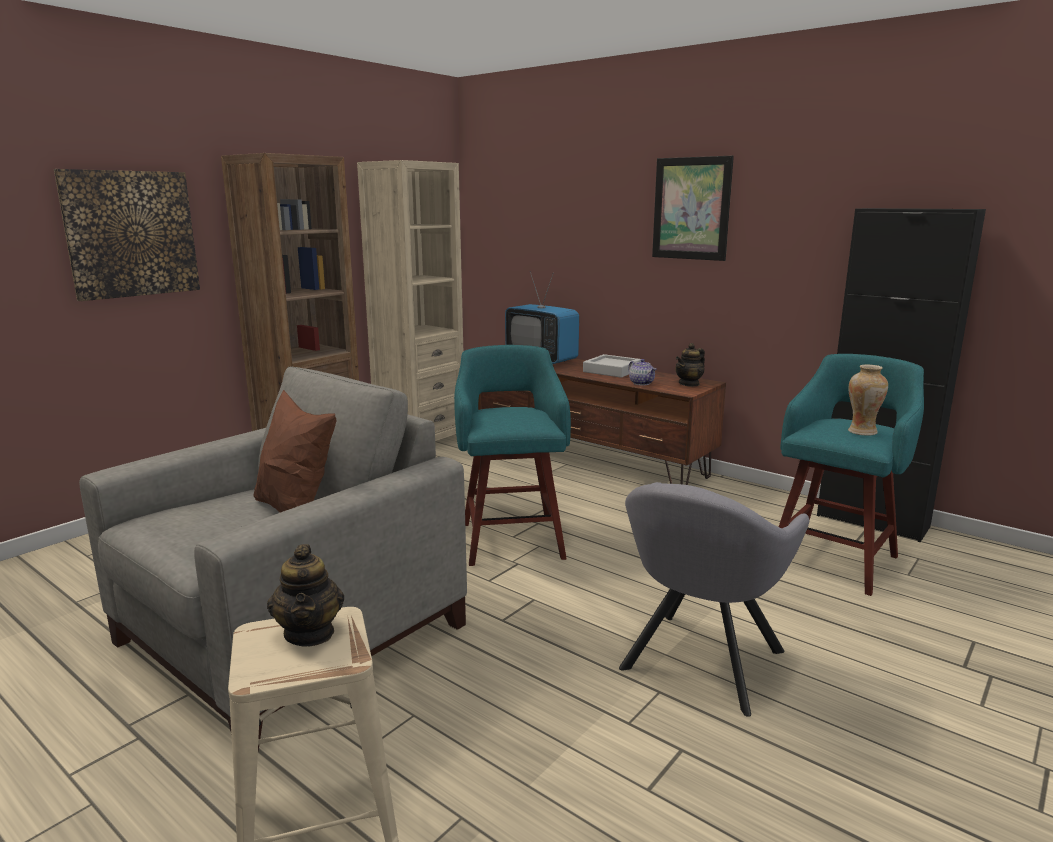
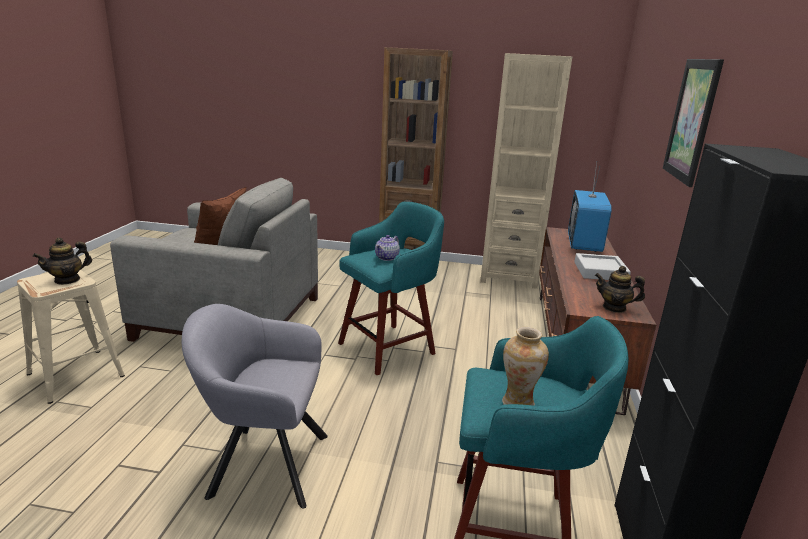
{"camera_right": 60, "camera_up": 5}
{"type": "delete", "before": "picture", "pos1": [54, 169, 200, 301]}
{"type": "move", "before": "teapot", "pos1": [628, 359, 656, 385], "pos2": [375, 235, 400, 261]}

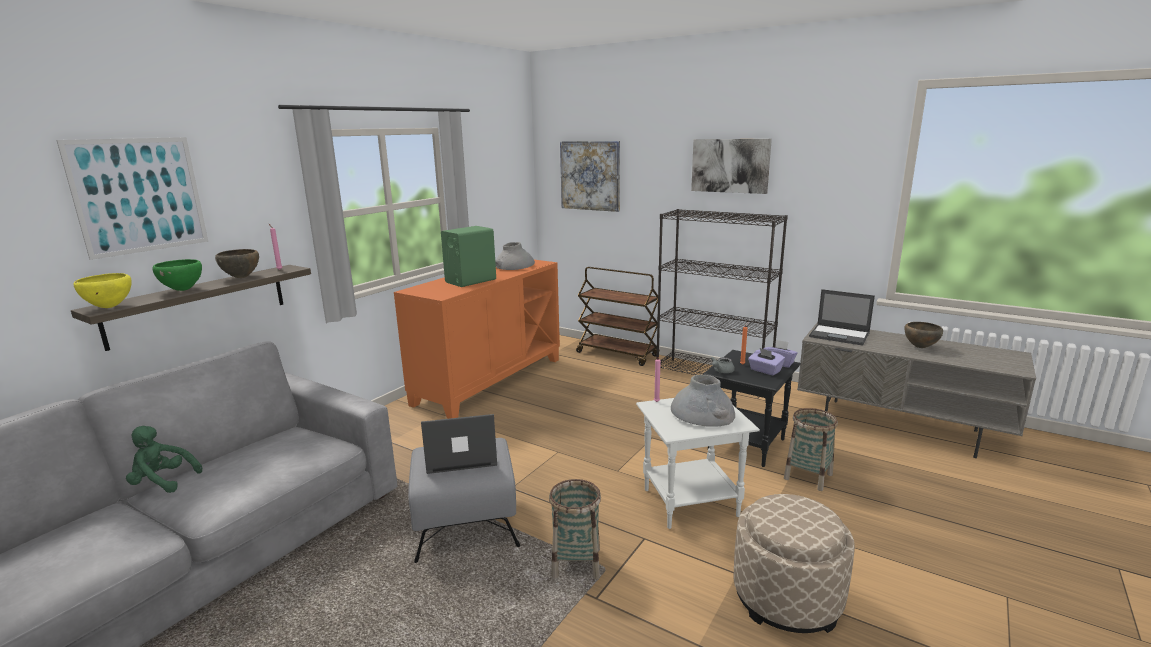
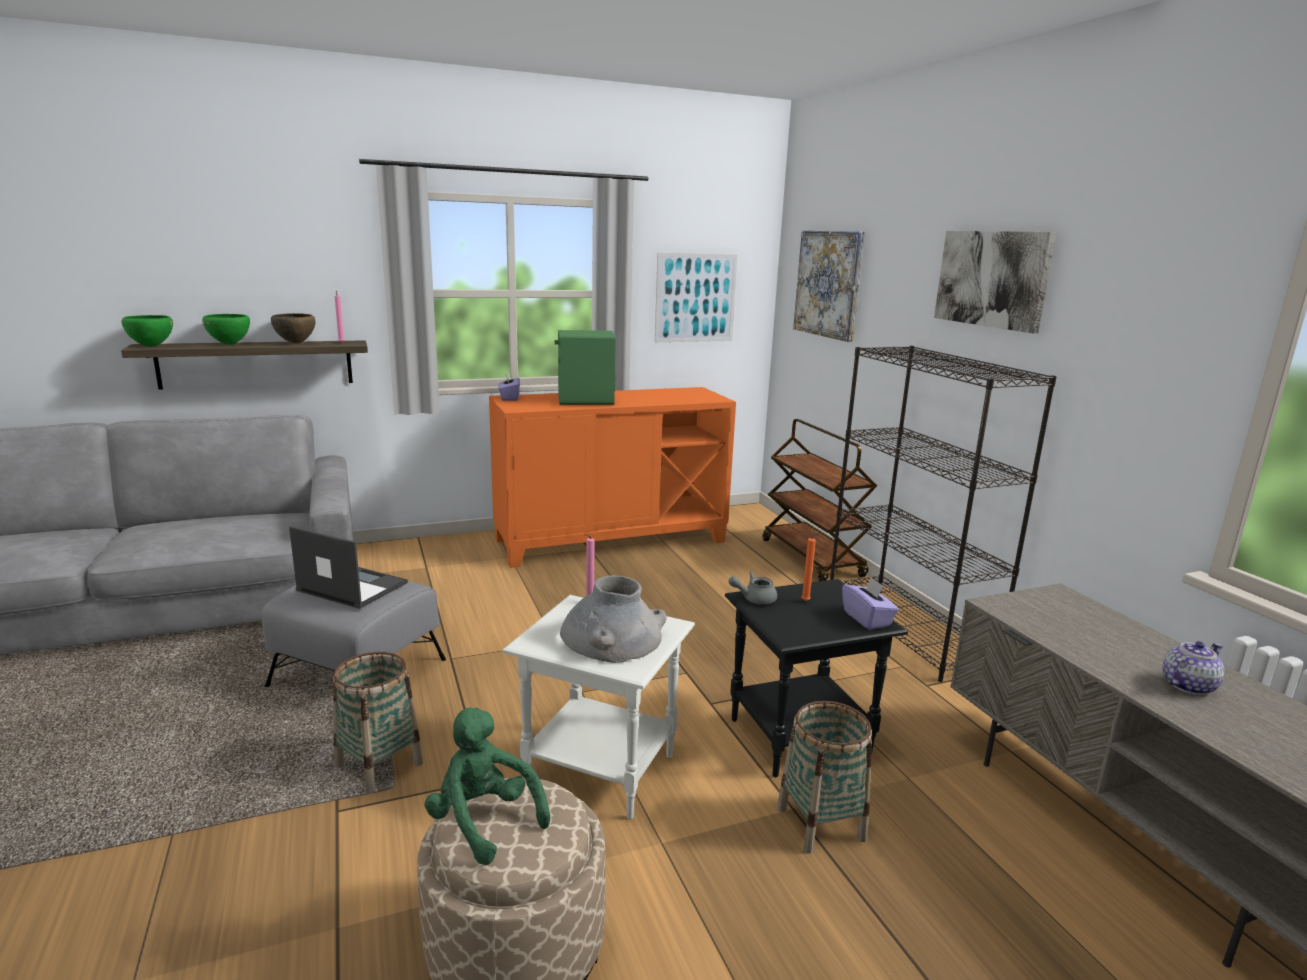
{"camera_right": 35, "camera_up": 0}
{"type": "move", "before": "picture", "pos1": [56, 137, 208, 260], "pos2": [655, 253, 737, 342]}
{"type": "delete", "before": "grey vase", "pos1": [495, 242, 535, 270]}
{"type": "recolor", "before": "yellow bowl", "after": "green bowl", "pos1": [74, 273, 132, 308], "pos2": [122, 315, 173, 347]}
{"type": "delete", "before": "laptop", "pos1": [809, 289, 875, 346]}
{"type": "replace", "before": "brown bowl", "after": "teapot", "pos1": [904, 322, 943, 348], "pos2": [1163, 641, 1225, 695]}
{"type": "move", "before": "purple tissue box", "pos1": [748, 348, 785, 375], "pos2": [498, 373, 520, 401]}
{"type": "move", "before": "green plush toy", "pos1": [126, 426, 202, 493], "pos2": [425, 707, 550, 865]}

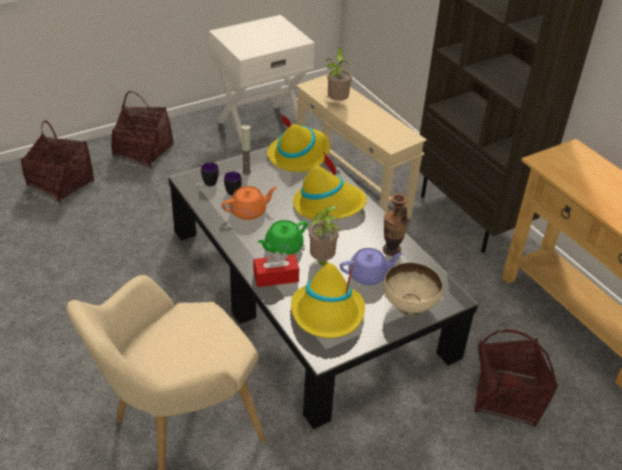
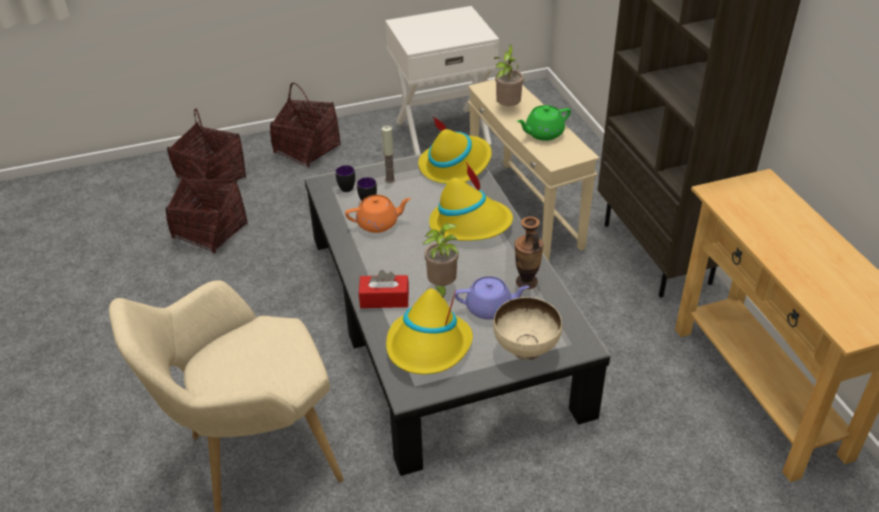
{"camera_right": 15, "camera_up": 0}
{"type": "move", "before": "green teapot", "pos1": [258, 220, 307, 255], "pos2": [517, 105, 571, 141]}
{"type": "move", "before": "basket", "pos1": [474, 329, 558, 427], "pos2": [166, 160, 248, 254]}

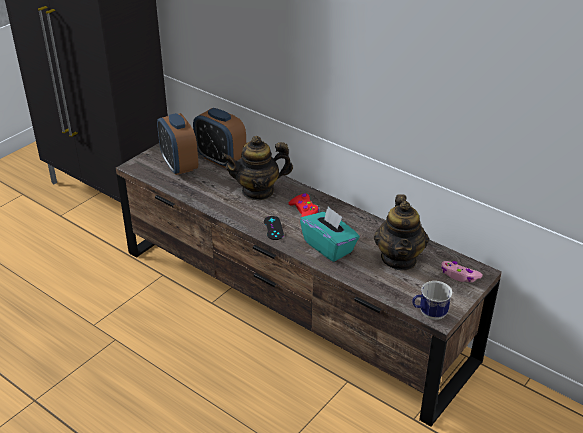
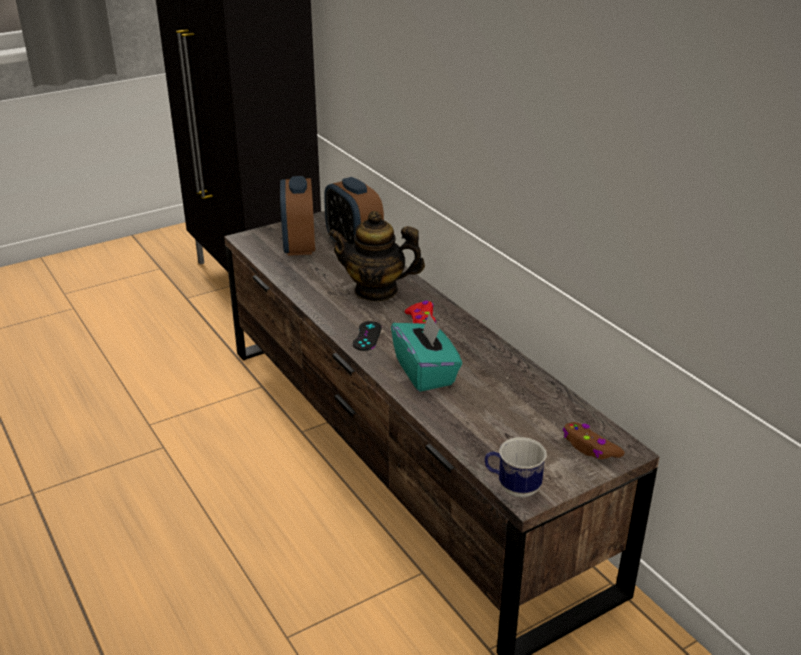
{"camera_right": 20, "camera_up": -5}
{"type": "delete", "before": "teapot", "pos1": [374, 194, 429, 270]}
{"type": "recolor", "before": "pink game controller", "after": "brown game controller", "pos1": [441, 261, 483, 282], "pos2": [563, 422, 625, 459]}

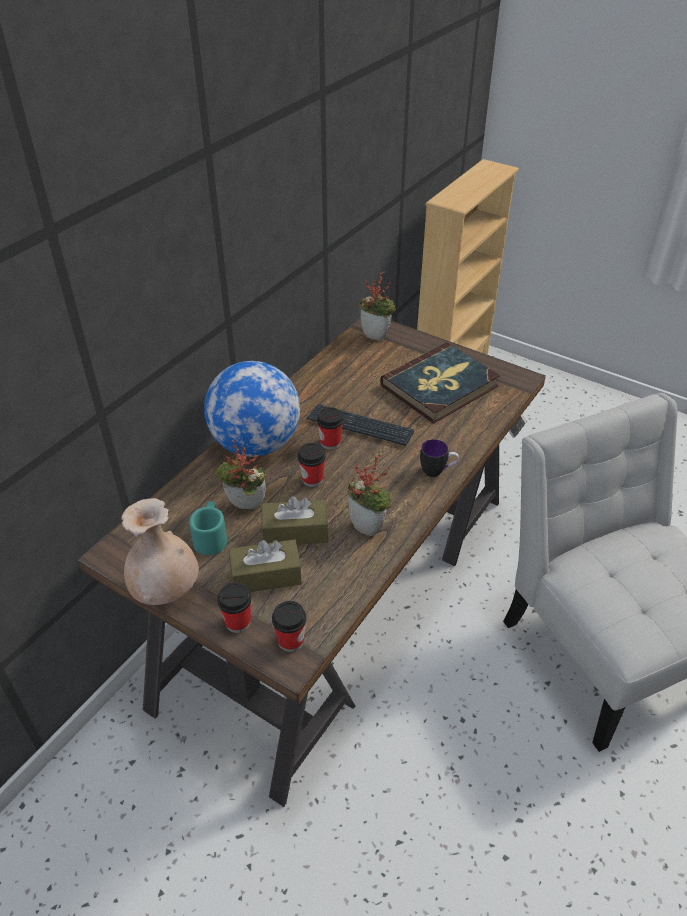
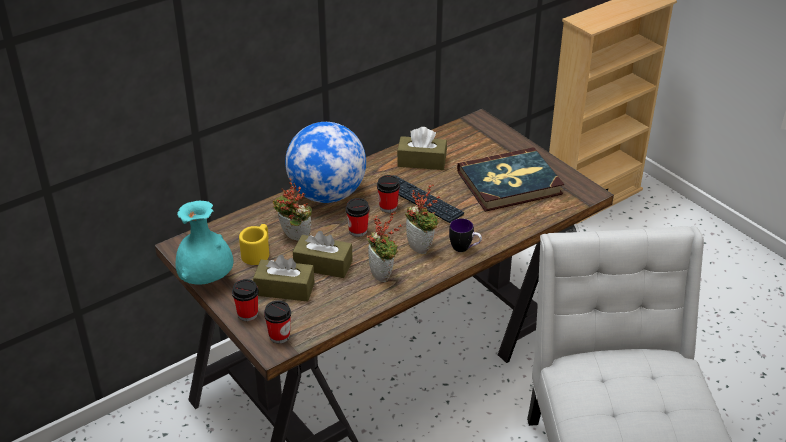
{"camera_right": 20, "camera_up": -5}
{"type": "move", "before": "potted plant", "pos1": [359, 271, 396, 340], "pos2": [405, 184, 440, 254]}
{"type": "recolor", "before": "beige vase", "after": "turquoise vase", "pos1": [121, 498, 199, 605], "pos2": [175, 200, 233, 285]}
{"type": "recolor", "before": "turquoise mug", "after": "yellow mug", "pos1": [189, 501, 227, 555], "pos2": [239, 224, 269, 265]}
{"type": "insert", "after": "brown tissue box", "pos2": [397, 127, 447, 170]}

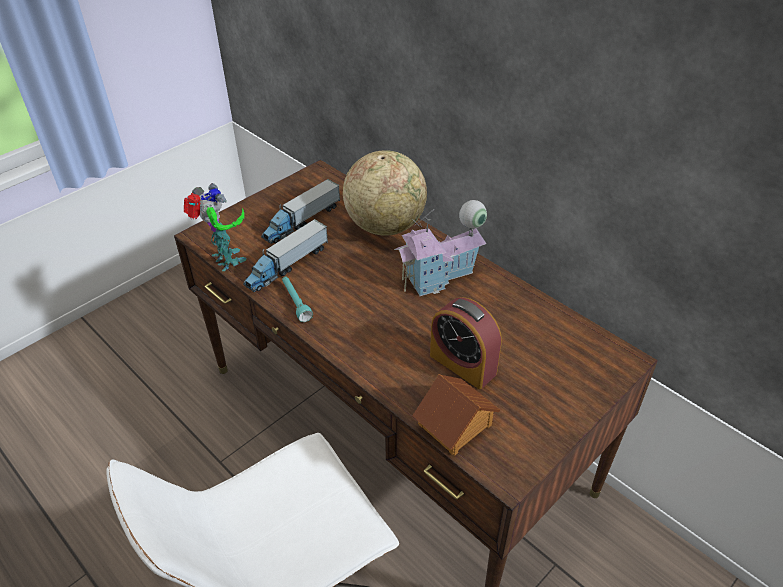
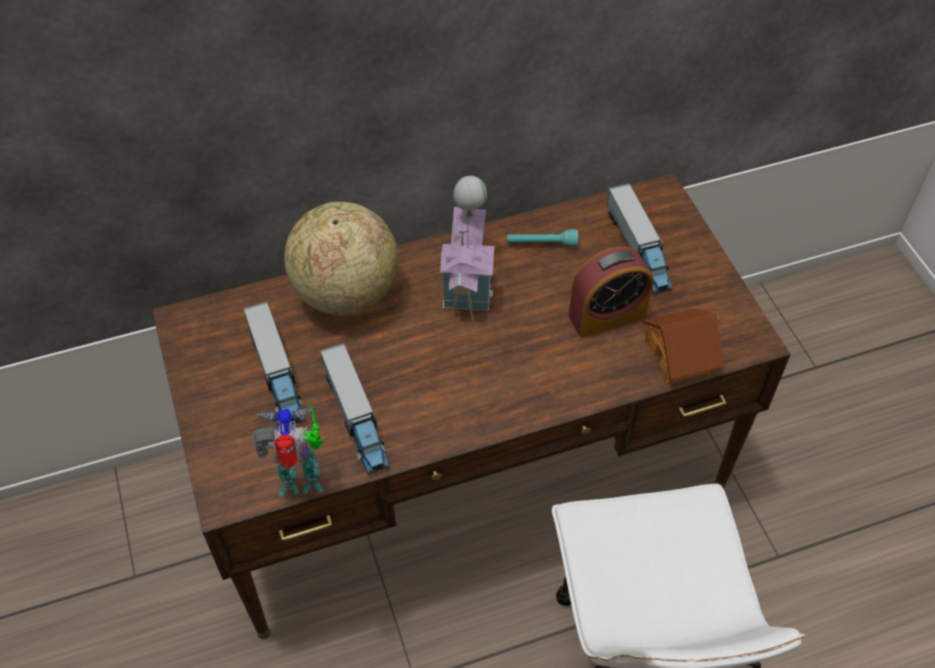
{"camera_right": -65, "camera_up": 10}
{"type": "move", "before": "turquoise flashlight", "pos1": [282, 277, 313, 322], "pos2": [507, 229, 578, 247]}
{"type": "insert", "after": "toy truck", "pos2": [607, 183, 672, 295]}

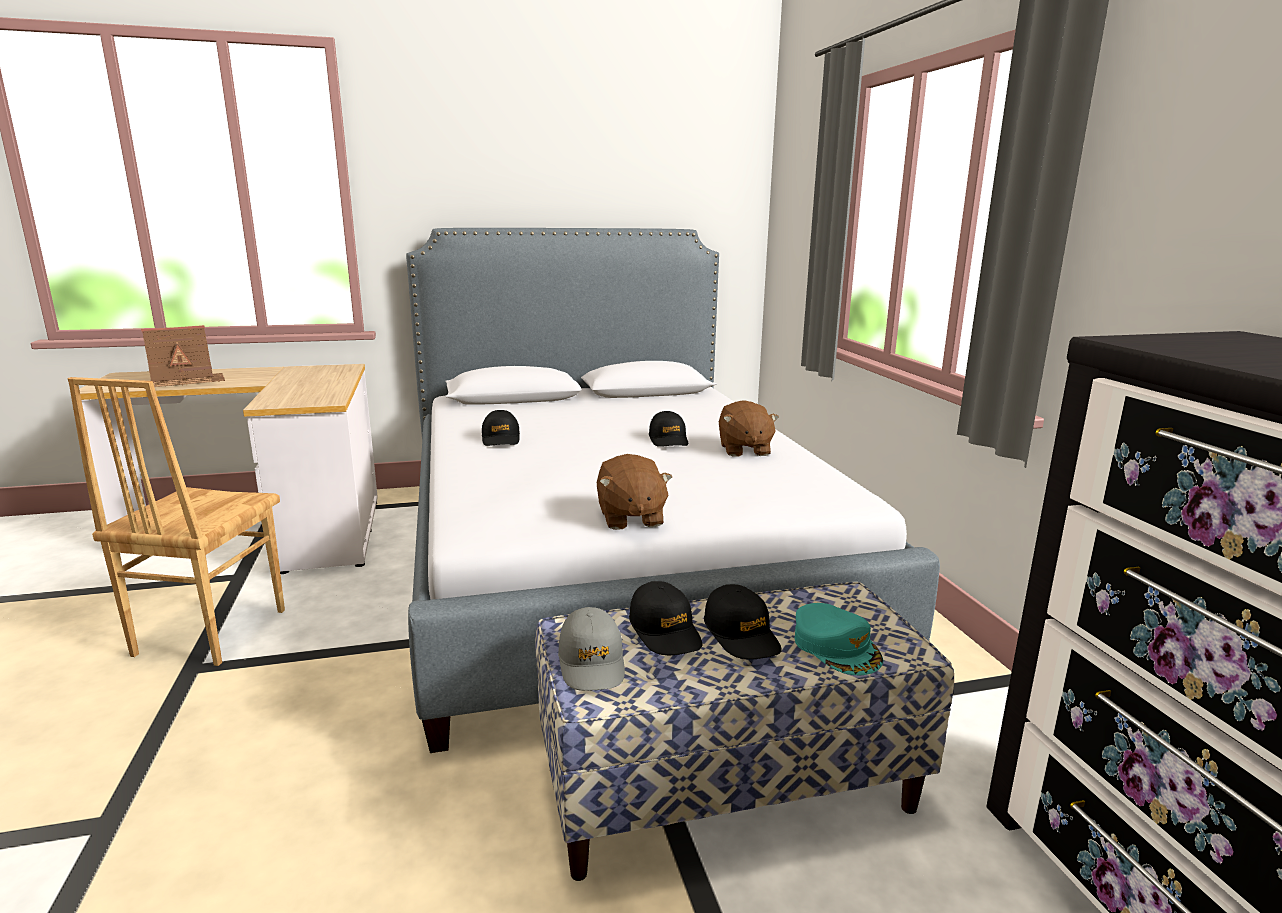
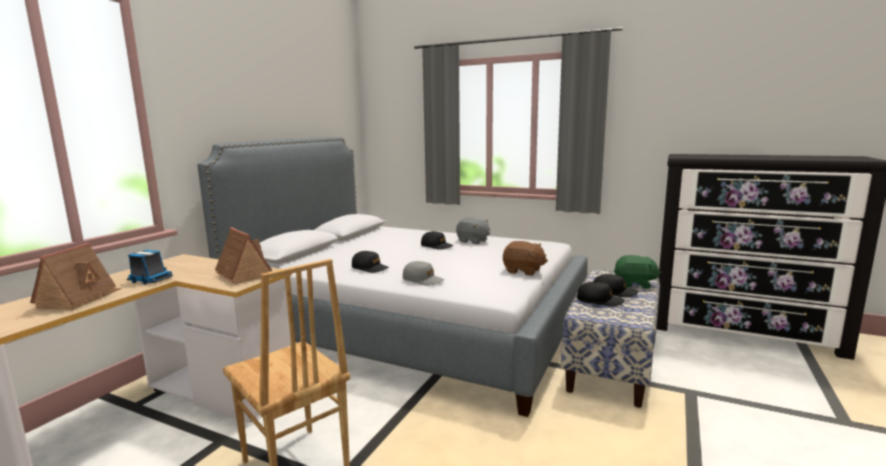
{"camera_right": -50, "camera_up": -5}
{"type": "recolor", "before": "brown plush toy", "after": "grey plush toy", "pos1": [719, 400, 779, 457], "pos2": [456, 217, 490, 244]}
{"type": "replace", "before": "turquoise cap", "after": "green plush toy", "pos1": [795, 603, 883, 675], "pos2": [614, 255, 661, 288]}
{"type": "move", "before": "grey cap", "pos1": [558, 607, 625, 691], "pos2": [403, 261, 444, 286]}
{"type": "insert", "after": "toy house", "pos2": [215, 228, 272, 284]}
{"type": "insert", "after": "toy truck", "pos2": [127, 250, 173, 285]}

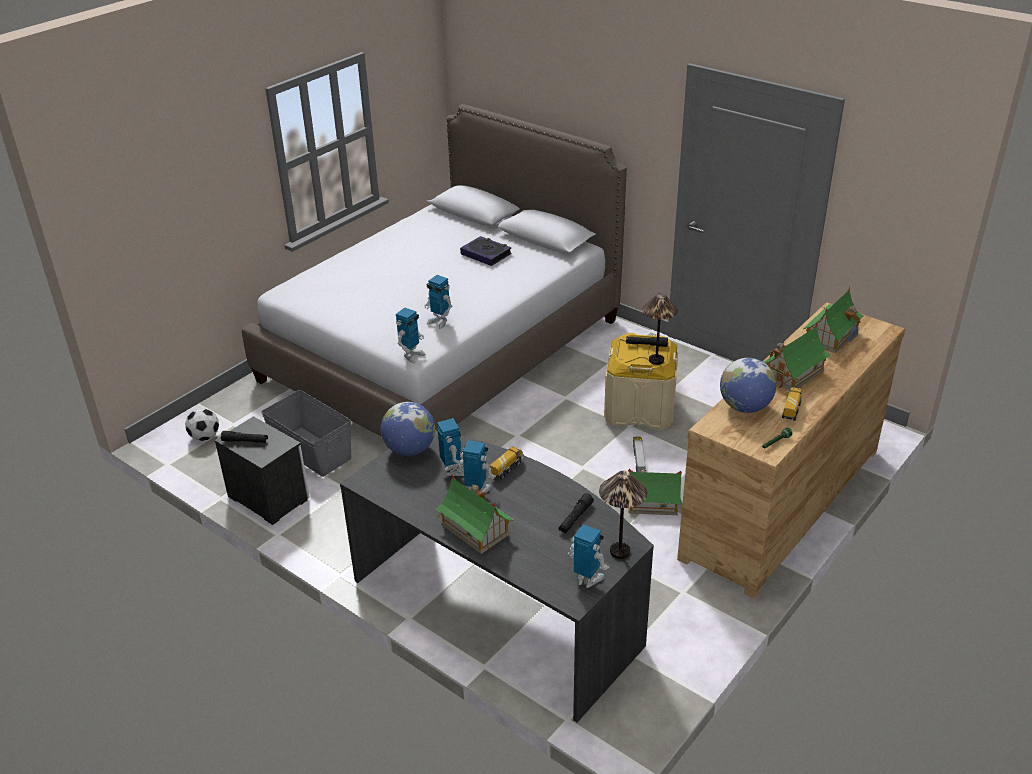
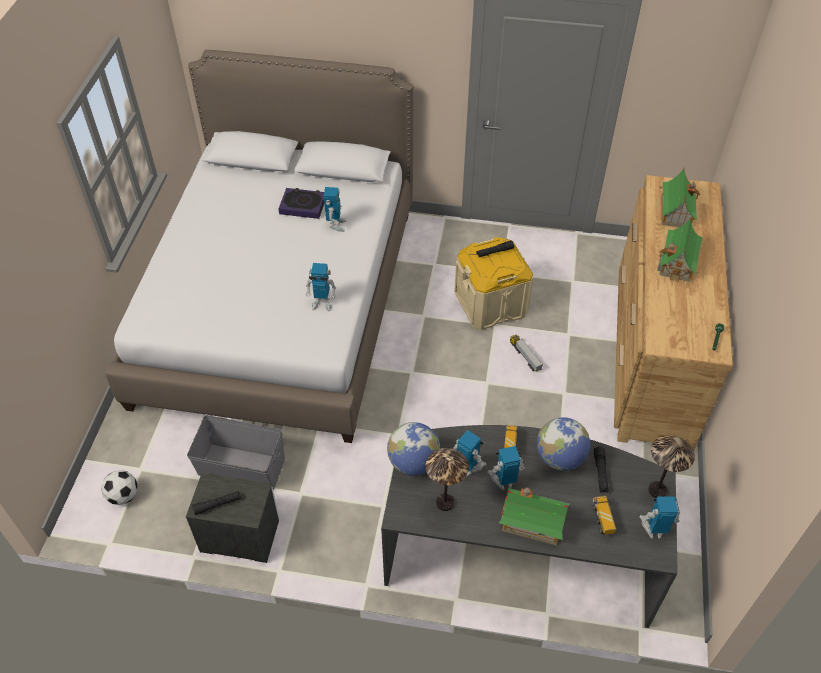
{"camera_right": -30, "camera_up": 15}
{"type": "move", "before": "table lamp", "pos1": [642, 293, 678, 365], "pos2": [425, 448, 469, 511]}
{"type": "move", "before": "toy robot", "pos1": [396, 308, 426, 364], "pos2": [323, 187, 346, 232]}
{"type": "move", "before": "globe", "pos1": [720, 358, 776, 413], "pos2": [537, 417, 590, 471]}
{"type": "move", "before": "toy truck", "pos1": [782, 387, 802, 421], "pos2": [592, 495, 616, 535]}
{"type": "delete", "before": "toy house", "pos1": [628, 469, 682, 515]}

